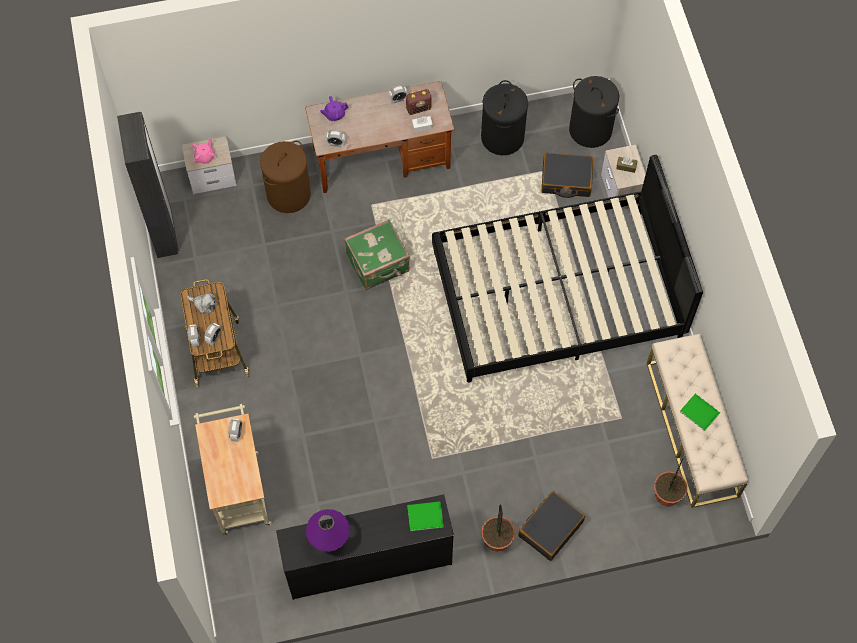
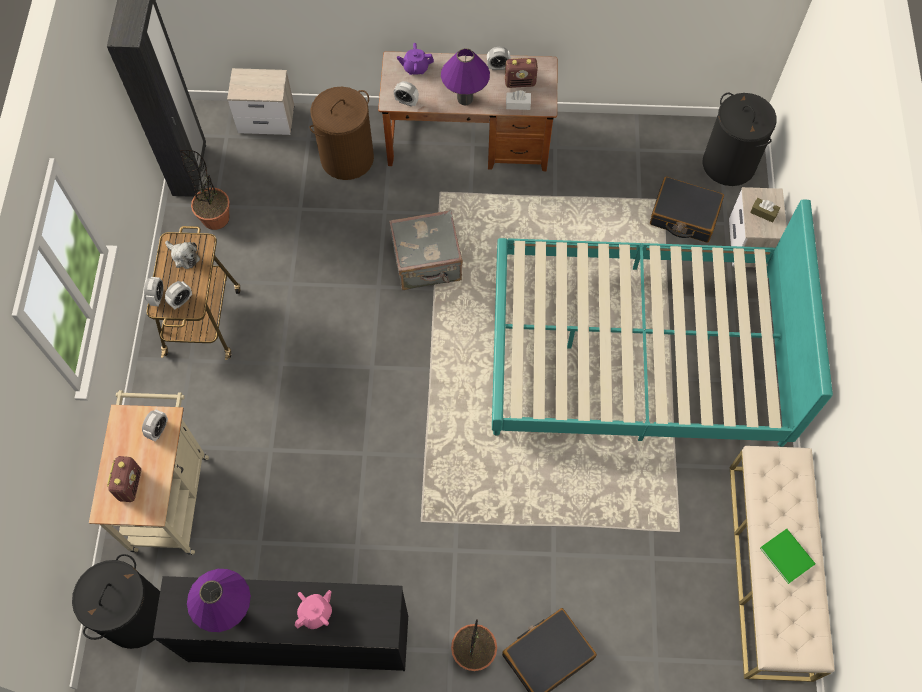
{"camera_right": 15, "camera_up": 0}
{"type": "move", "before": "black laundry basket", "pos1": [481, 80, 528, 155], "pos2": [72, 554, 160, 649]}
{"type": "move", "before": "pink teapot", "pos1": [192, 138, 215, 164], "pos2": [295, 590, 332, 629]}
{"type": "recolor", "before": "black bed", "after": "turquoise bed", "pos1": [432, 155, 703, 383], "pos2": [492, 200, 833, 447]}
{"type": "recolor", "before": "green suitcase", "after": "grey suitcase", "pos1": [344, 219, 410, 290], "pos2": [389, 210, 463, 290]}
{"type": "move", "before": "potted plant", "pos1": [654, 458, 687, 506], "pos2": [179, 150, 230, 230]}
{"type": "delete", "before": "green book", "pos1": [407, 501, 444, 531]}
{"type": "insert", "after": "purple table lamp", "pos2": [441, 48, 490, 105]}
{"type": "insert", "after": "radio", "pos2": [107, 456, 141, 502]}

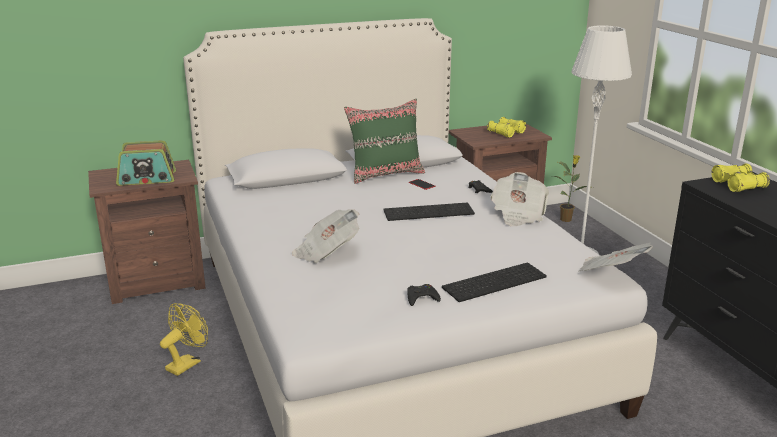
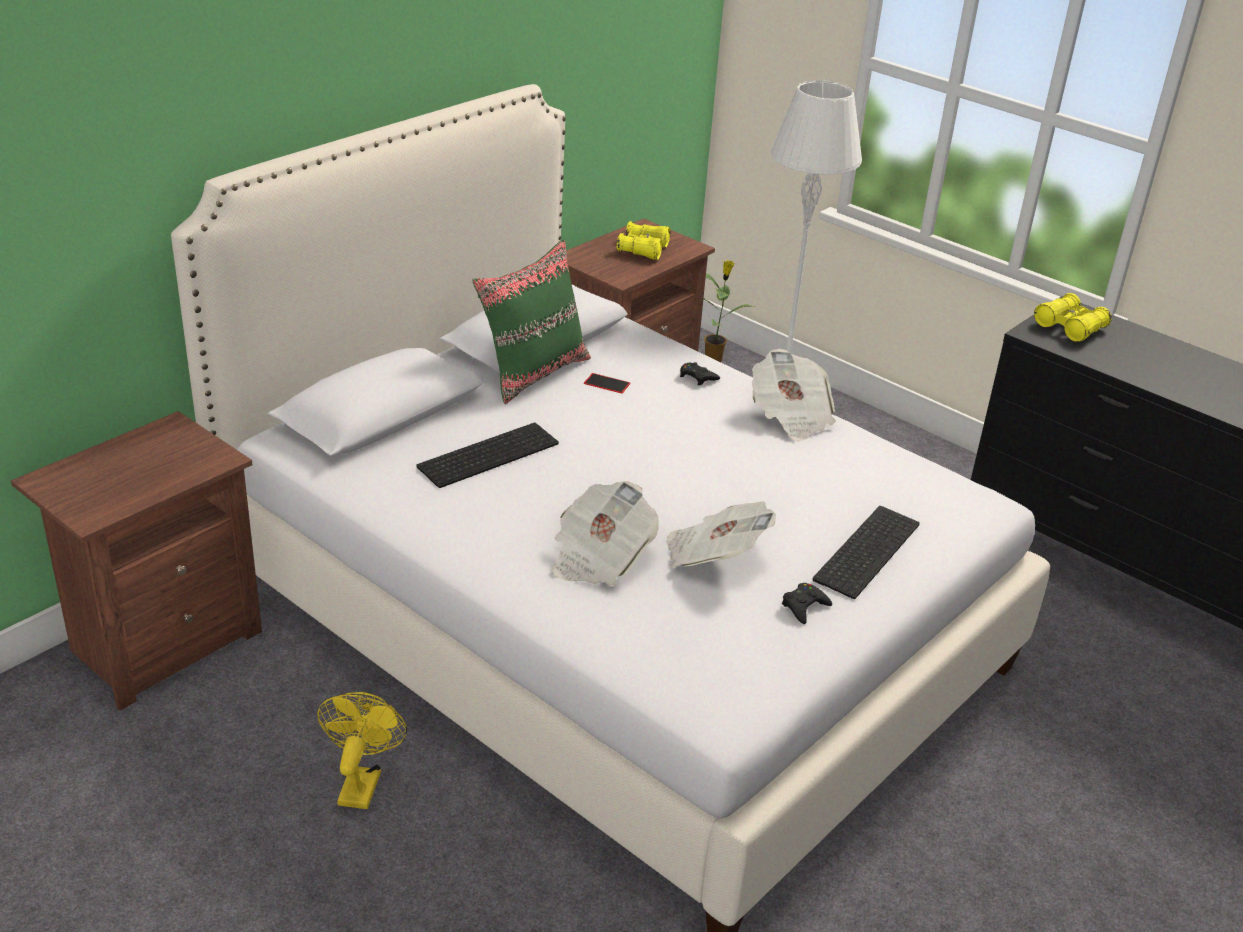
{"camera_right": -30, "camera_up": 10}
{"type": "delete", "before": "radio", "pos1": [116, 140, 176, 186]}
{"type": "move", "before": "keyboard", "pos1": [383, 203, 475, 221], "pos2": [416, 423, 559, 488]}
{"type": "move", "before": "newspaper", "pos1": [579, 243, 653, 271], "pos2": [667, 501, 776, 568]}

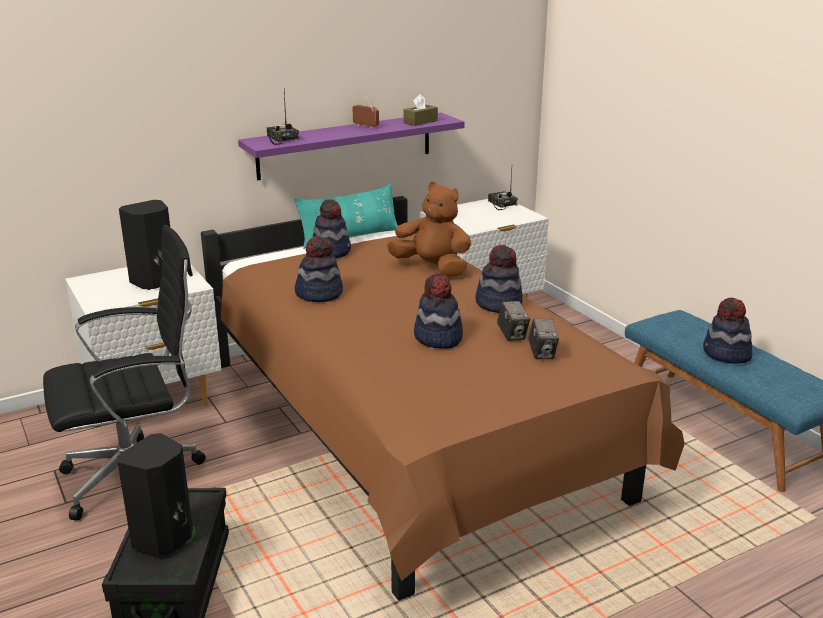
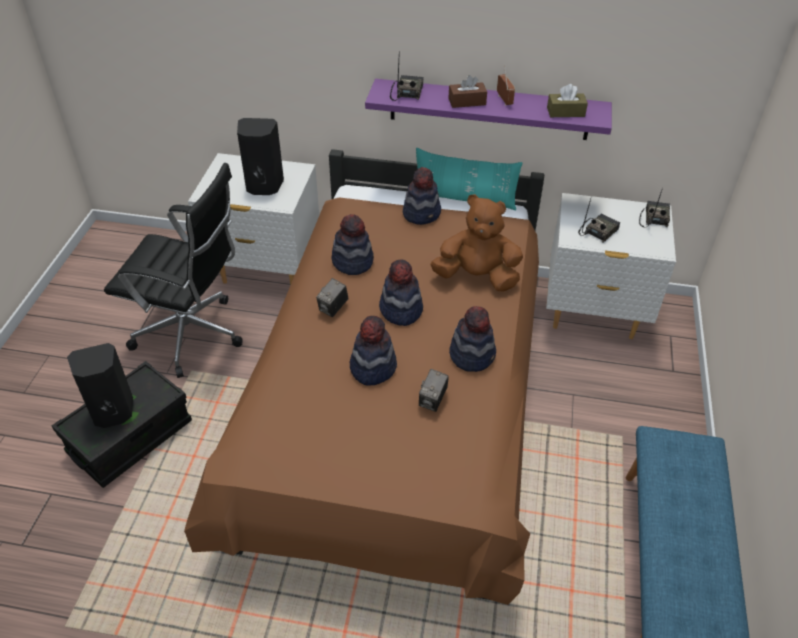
{"camera_right": 40, "camera_up": 20}
{"type": "rotate", "before": "brown plush toy", "pos1": [387, 181, 471, 277], "pos2": [430, 194, 523, 291], "turn": -60}
{"type": "move", "before": "hat", "pos1": [703, 298, 753, 364], "pos2": [379, 259, 423, 326]}
{"type": "move", "before": "photo camera", "pos1": [528, 318, 559, 359], "pos2": [316, 278, 348, 317]}
{"type": "insert", "after": "brown tissue box", "pos2": [448, 75, 487, 108]}
{"type": "insert", "after": "radio", "pos2": [578, 198, 620, 242]}

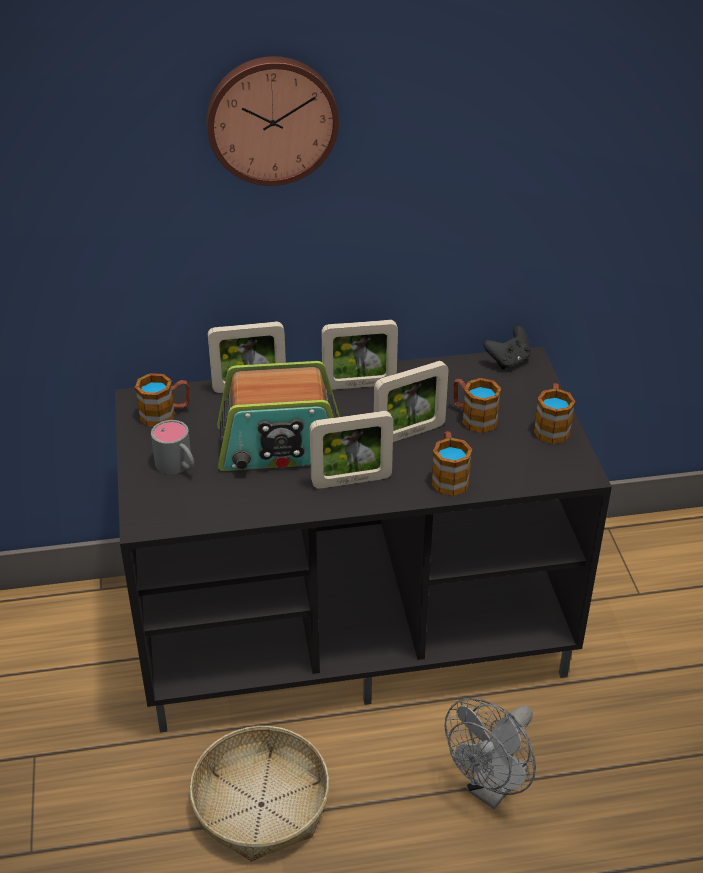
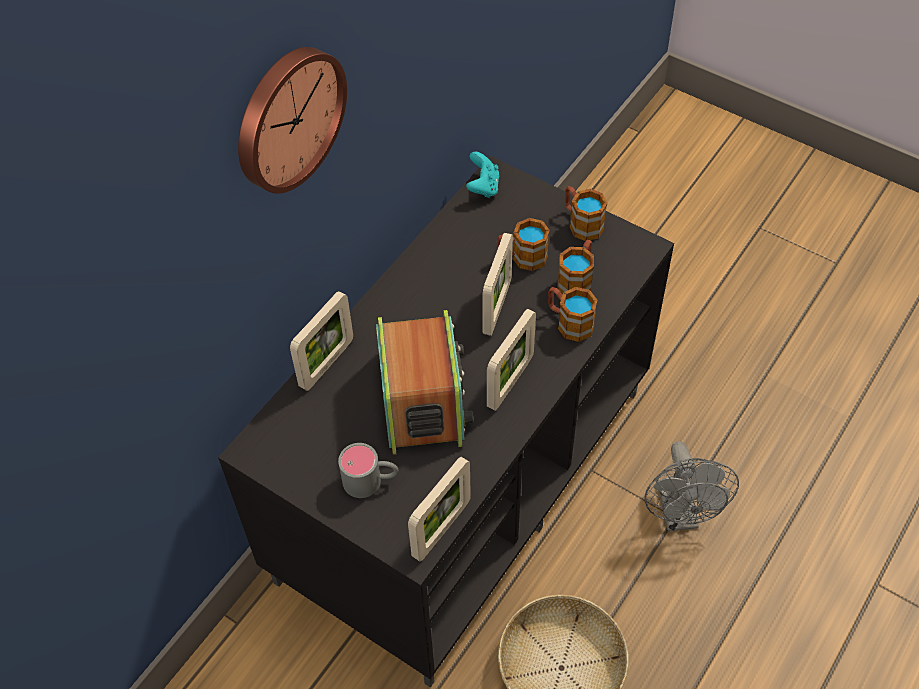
{"camera_right": -45, "camera_up": 15}
{"type": "move", "before": "picture frame", "pos1": [321, 320, 398, 390], "pos2": [408, 457, 471, 562]}
{"type": "recolor", "before": "black game controller", "after": "turquoise game controller", "pos1": [483, 326, 531, 369], "pos2": [466, 152, 499, 198]}
{"type": "rotate", "before": "radio", "pos1": [217, 361, 340, 471], "pos2": [376, 310, 474, 455], "turn": -45}
{"type": "move", "before": "mug", "pos1": [135, 373, 189, 427], "pos2": [557, 240, 594, 295]}

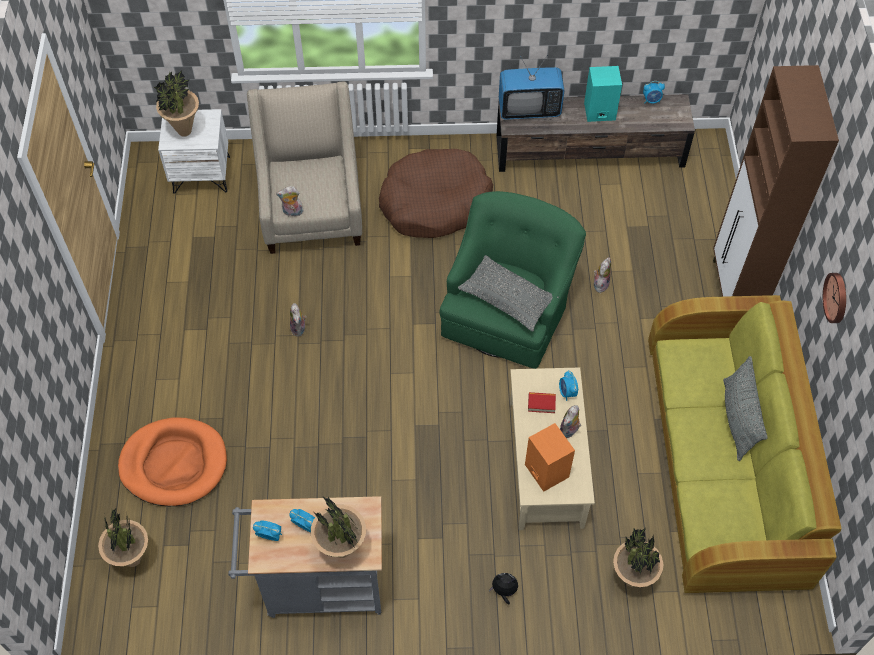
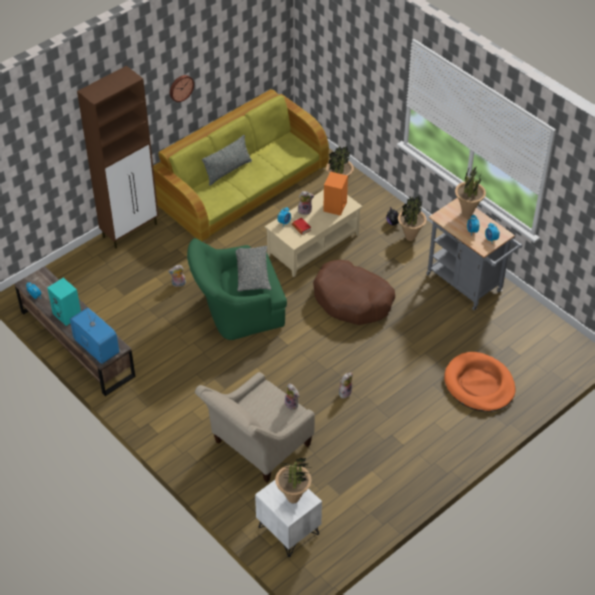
{"camera_right": -130, "camera_up": -10}
{"type": "move", "before": "brown dog bed", "pos1": [379, 149, 493, 238], "pos2": [313, 260, 395, 325]}
{"type": "move", "before": "potted plant", "pos1": [98, 509, 148, 567], "pos2": [398, 196, 427, 241]}

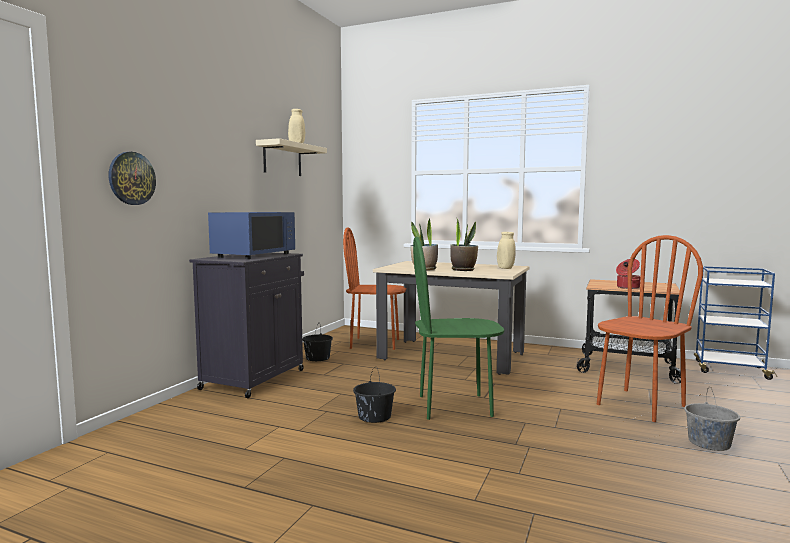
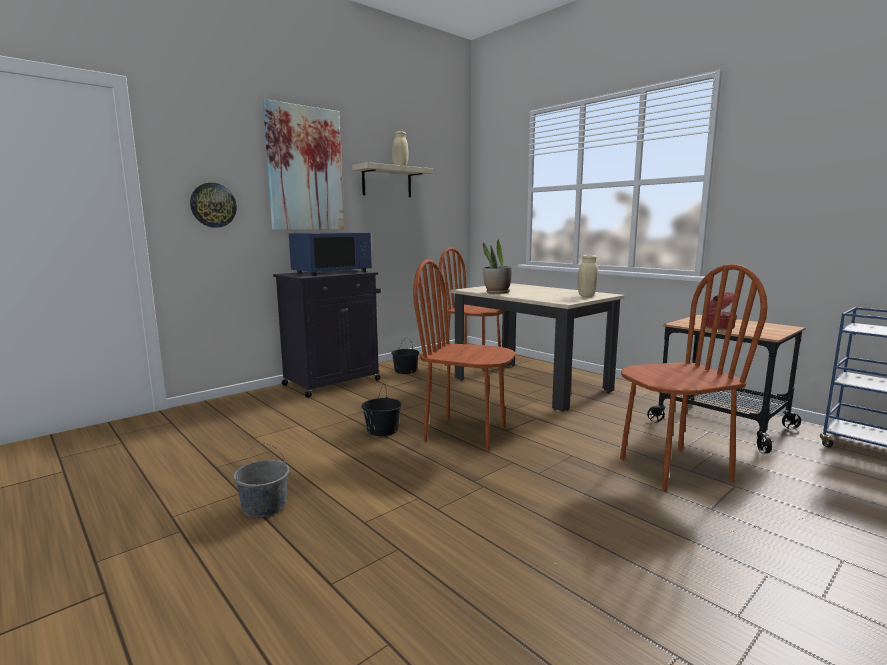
{"camera_right": 25, "camera_up": 5}
{"type": "delete", "before": "potted plant", "pos1": [450, 219, 478, 271]}
{"type": "recolor", "before": "green chair", "after": "brown chair", "pos1": [413, 237, 505, 420], "pos2": [413, 259, 515, 451]}
{"type": "move", "before": "grey bucket", "pos1": [684, 387, 740, 451], "pos2": [233, 443, 289, 518]}
{"type": "insert", "after": "picture", "pos2": [263, 99, 344, 230]}

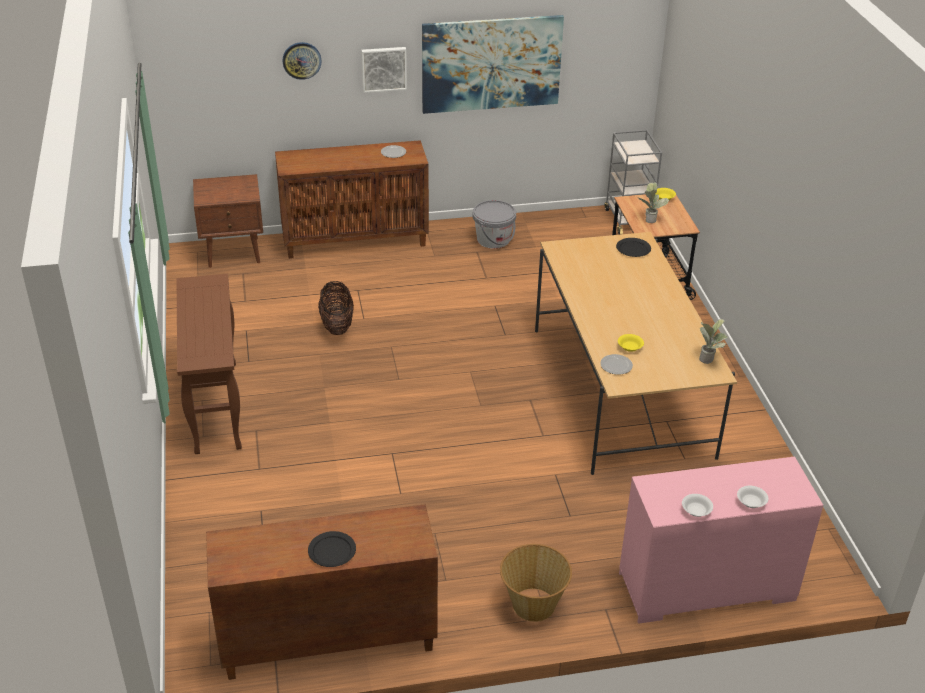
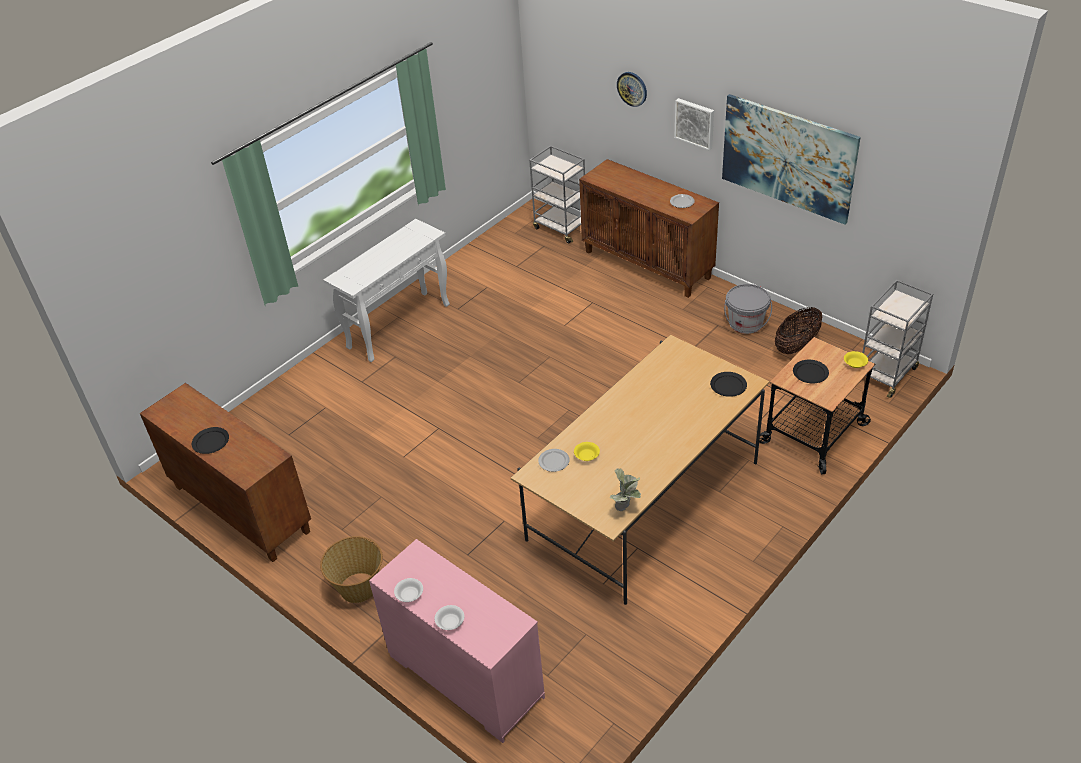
{"camera_right": 55, "camera_up": 5}
{"type": "replace", "before": "brown nightstand", "after": "grey cart", "pos1": [193, 174, 263, 268], "pos2": [529, 146, 585, 244]}
{"type": "replace", "before": "potted plant", "after": "black plate", "pos1": [639, 182, 670, 223], "pos2": [793, 360, 829, 383]}
{"type": "recolor", "before": "brown console table", "after": "white console table", "pos1": [176, 274, 242, 454], "pos2": [324, 219, 450, 362]}
{"type": "move", "before": "basket", "pos1": [318, 281, 354, 335], "pos2": [775, 307, 822, 354]}

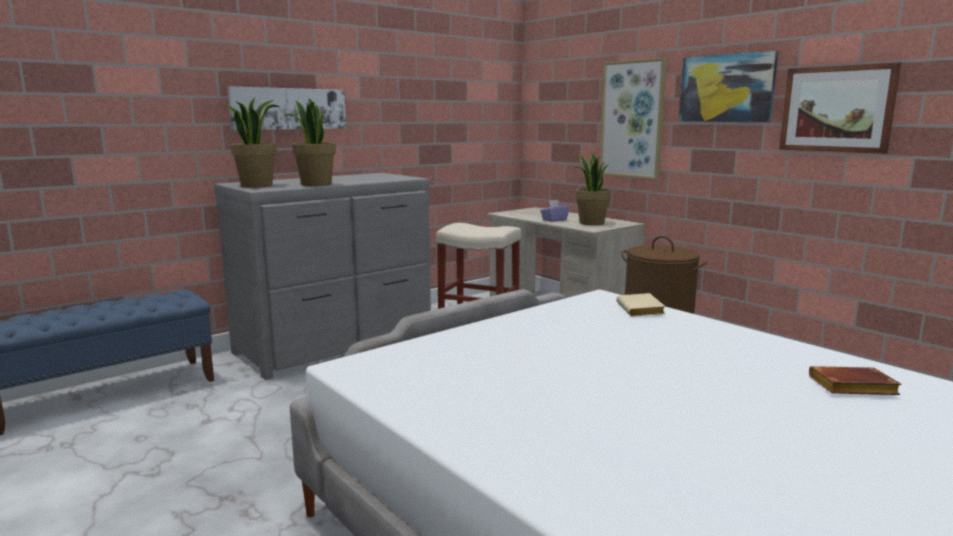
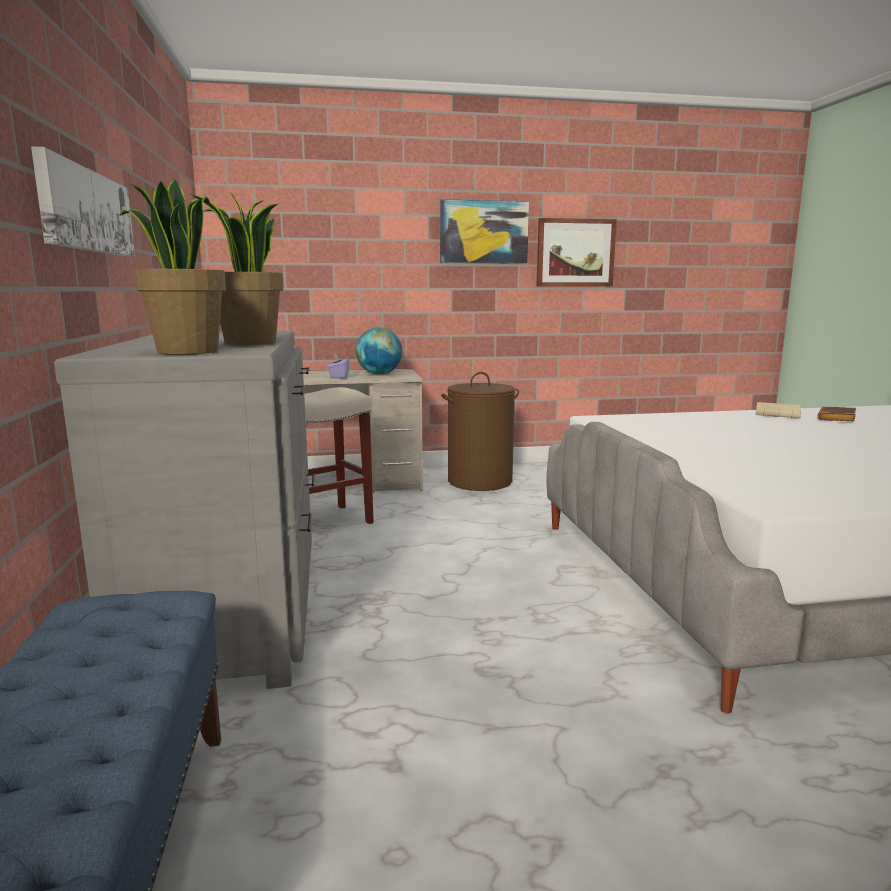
{"camera_right": -60, "camera_up": 0}
{"type": "delete", "before": "picture", "pos1": [600, 58, 667, 179]}
{"type": "replace", "before": "potted plant", "after": "globe", "pos1": [574, 153, 611, 225], "pos2": [356, 327, 402, 375]}
{"type": "move", "before": "beige book", "pos1": [616, 293, 665, 317], "pos2": [756, 402, 801, 418]}

